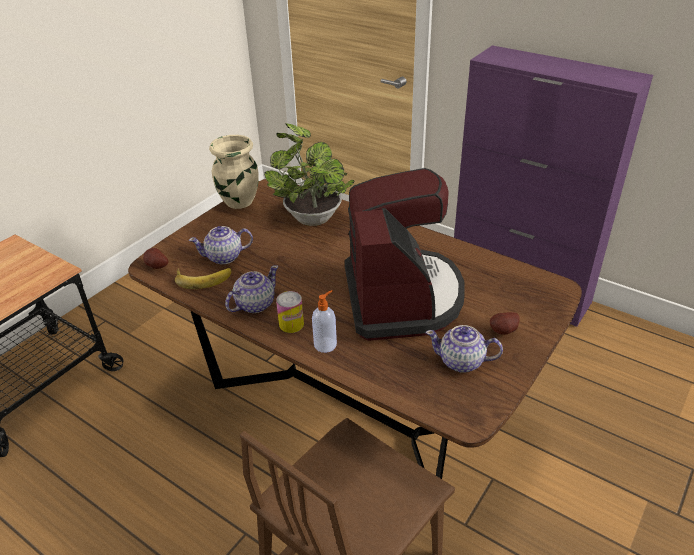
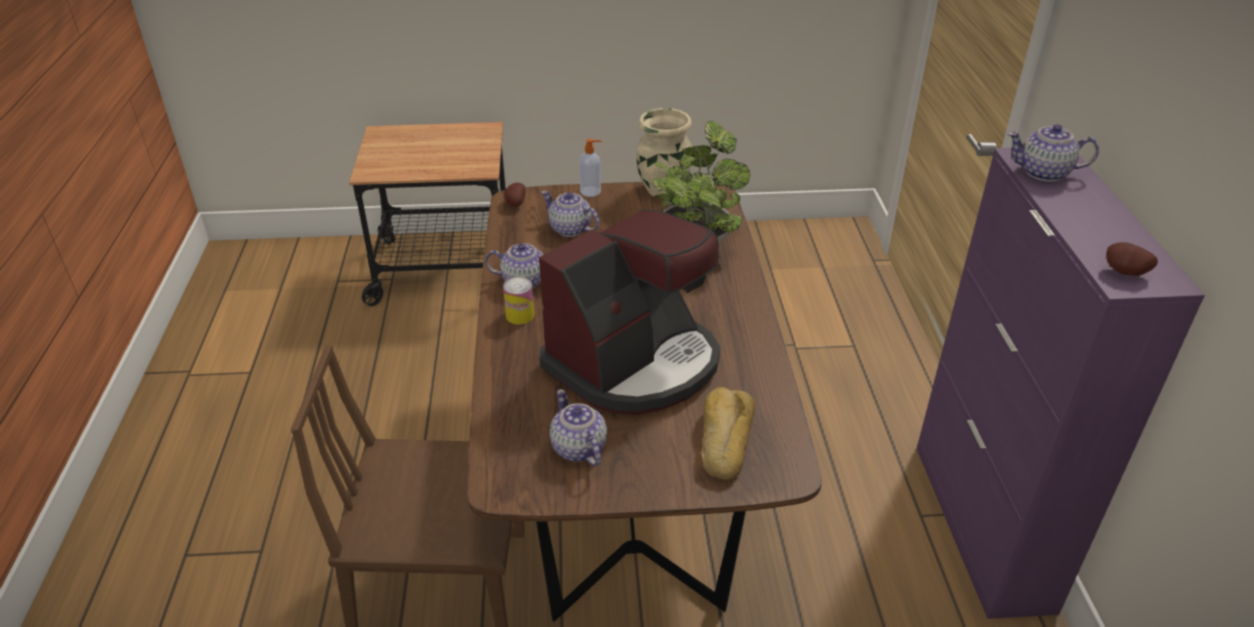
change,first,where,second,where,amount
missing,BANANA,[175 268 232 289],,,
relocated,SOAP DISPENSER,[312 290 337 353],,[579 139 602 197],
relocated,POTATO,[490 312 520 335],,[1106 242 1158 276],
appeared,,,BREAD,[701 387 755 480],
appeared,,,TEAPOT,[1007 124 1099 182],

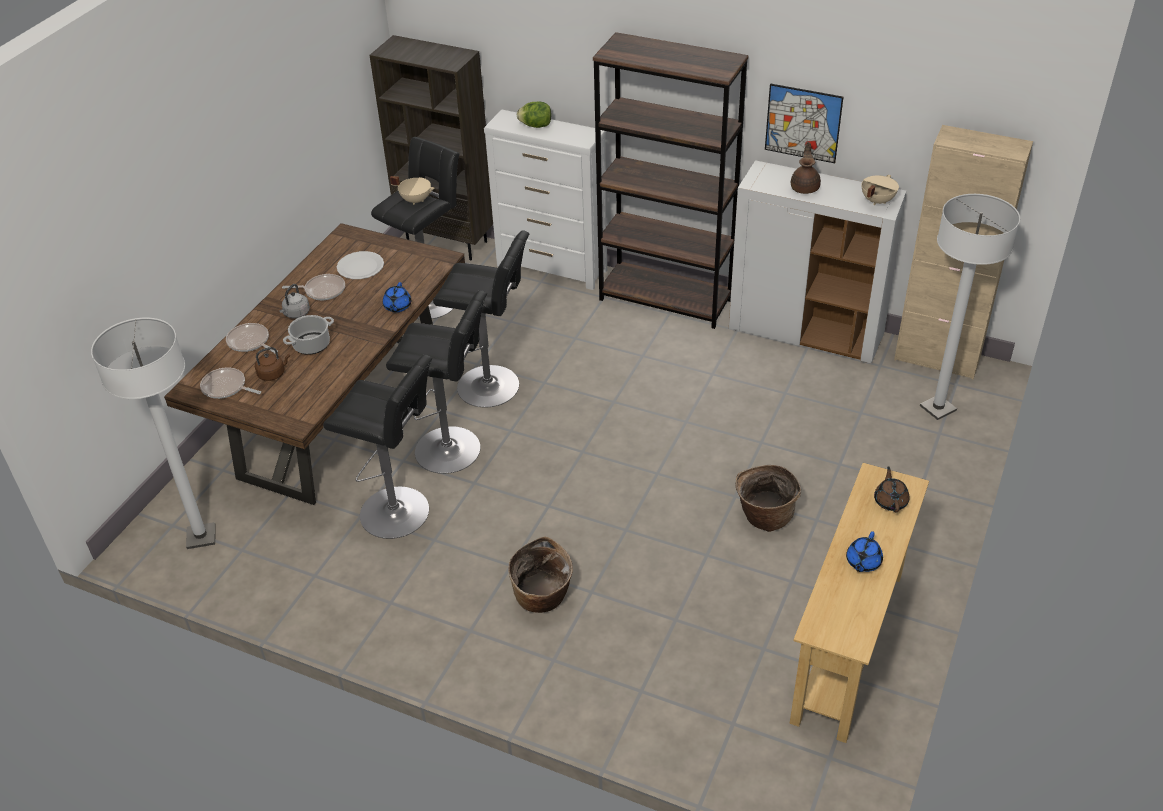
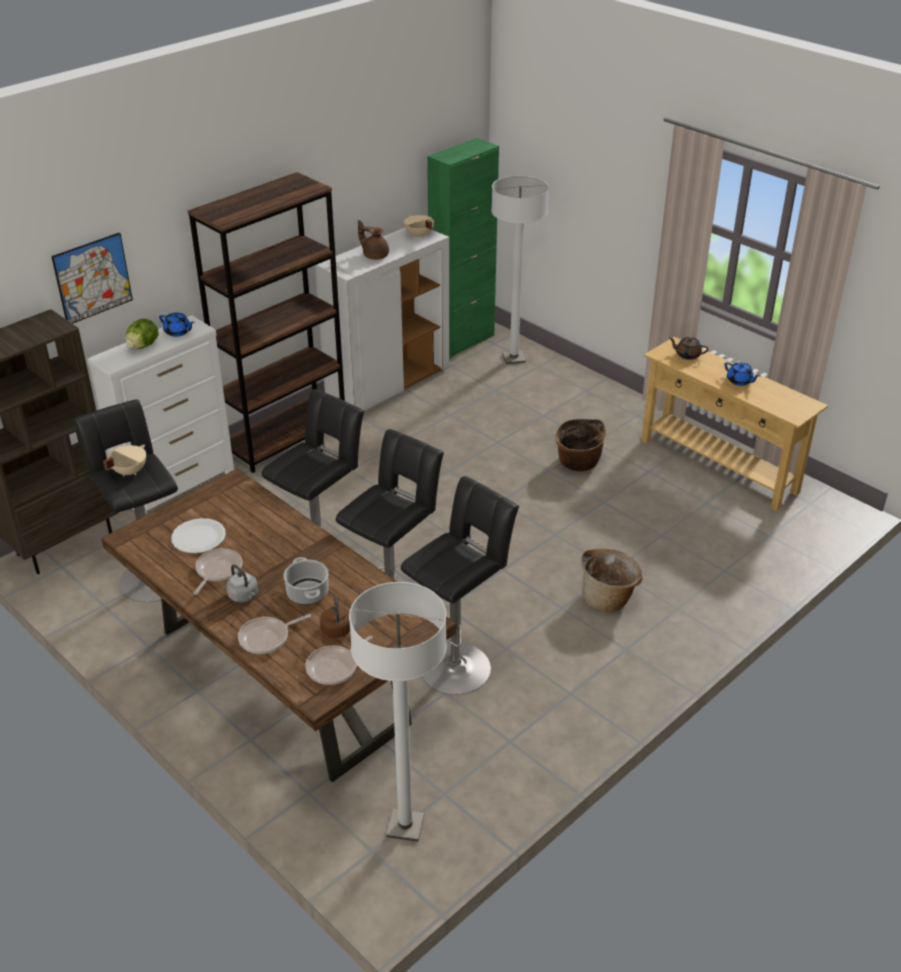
change,first,where,second,where,amount
relocated,BLUE TEAPOT,[383 282 411 312],,[159 312 195 337],
relocated,PICTURE,[765 83 843 163],,[51 232 133 324],
colour,BEIGE CABINET,[894 125 1033 379],GREEN CABINET,[427 138 499 359],

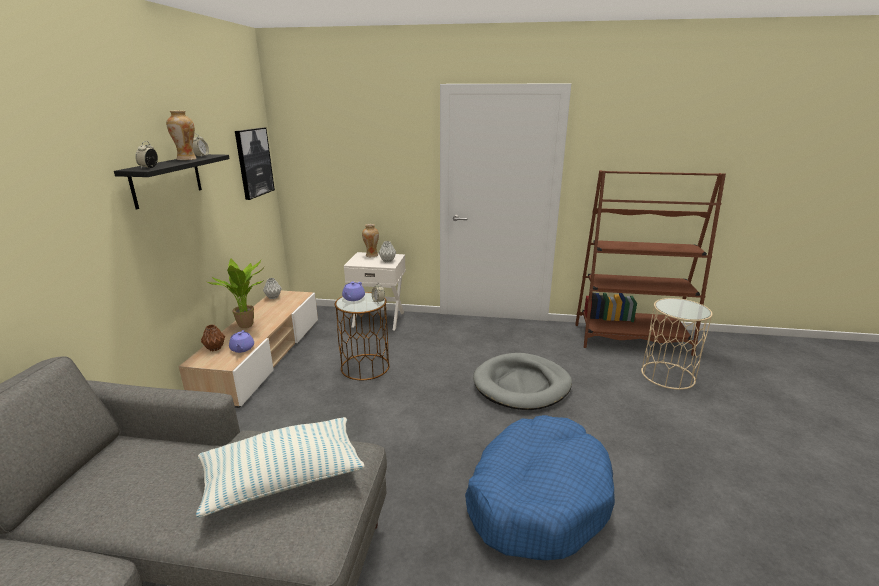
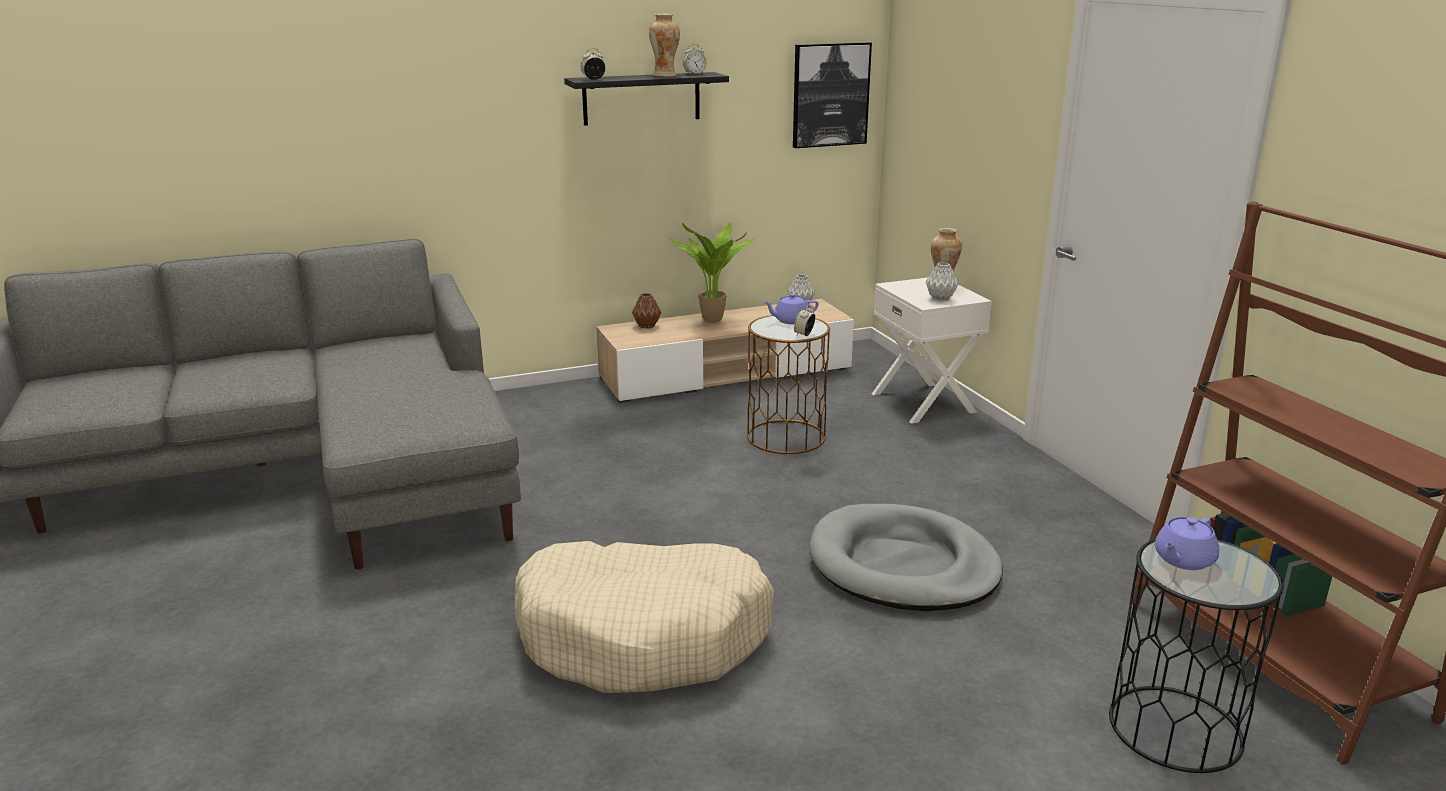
change,first,where,second,where,amount
missing,PILLOW,[196 417 364 518],,,
relocated,PURPLE TEAPOT,[229 330 254 353],,[1155 517 1219 570],
colour,BLUE DOG BED,[465 415 615 560],BEIGE DOG BED,[515 541 774 693],
colour,BEIGE SIDE TABLE,[641 298 713 390],BLACK SIDE TABLE,[1109 539 1283 773],

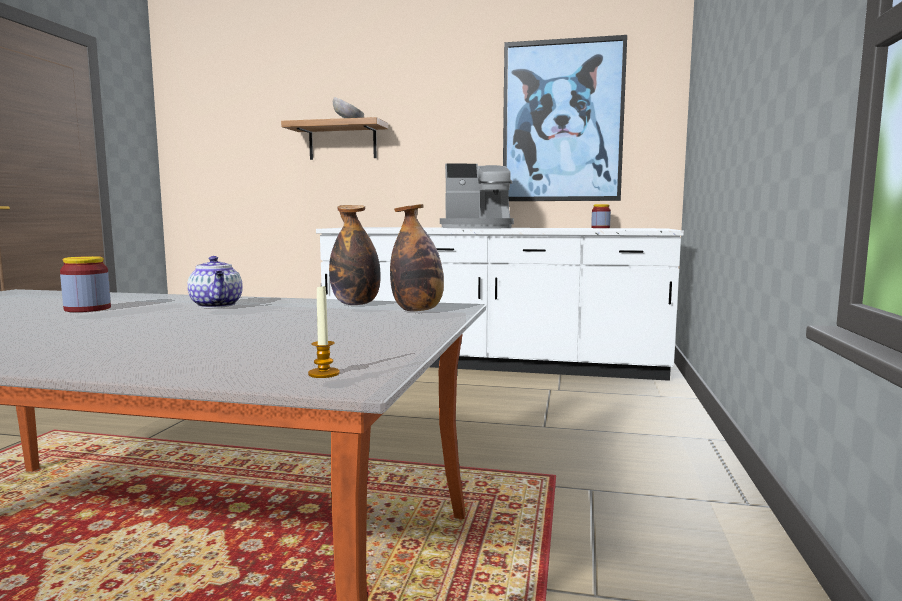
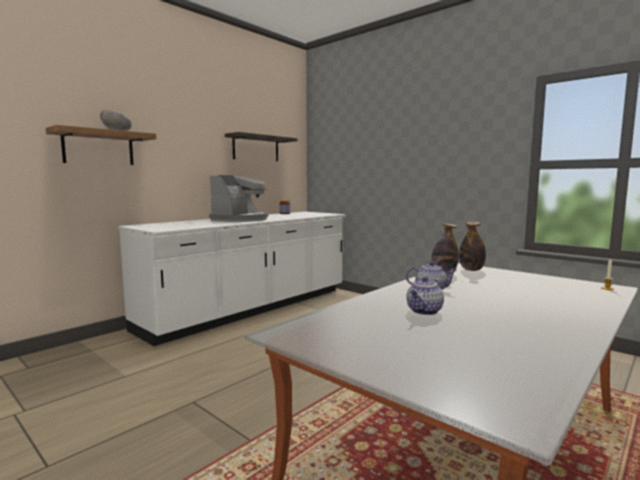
change,first,where,second,where,amount
exchanged,JAR,[60 256 111 312],TEAPOT,[407 277 444 315],
exchanged,PICTURE,[503 35 627 201],SHELF,[225 132 297 161],

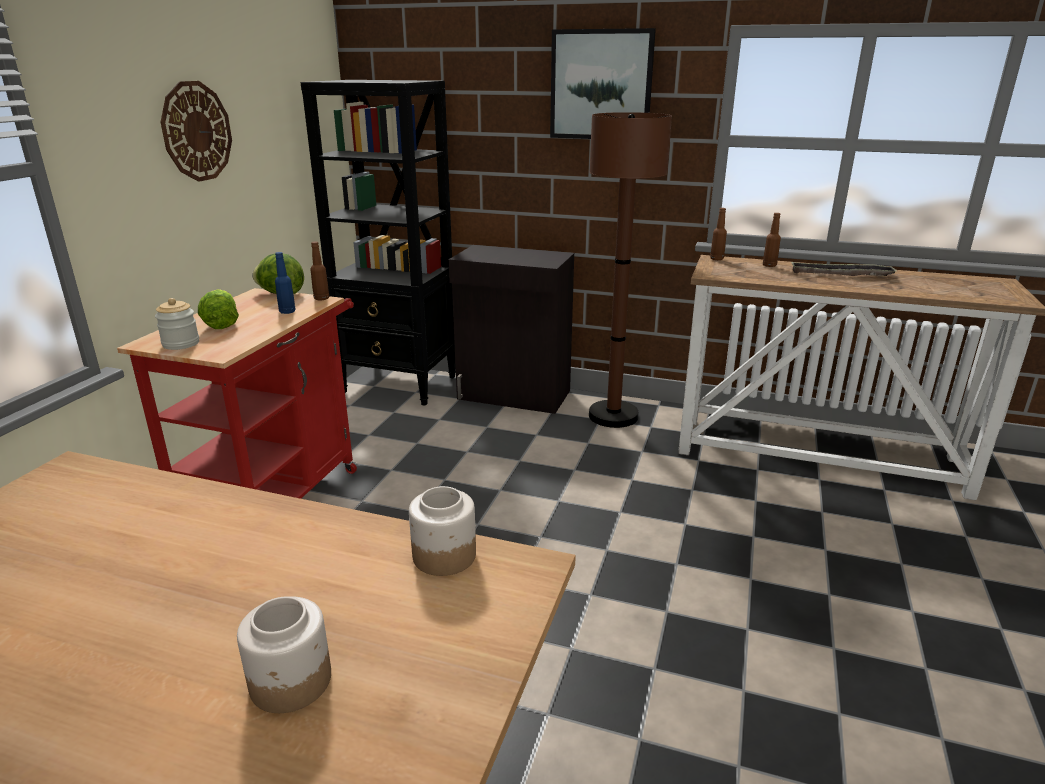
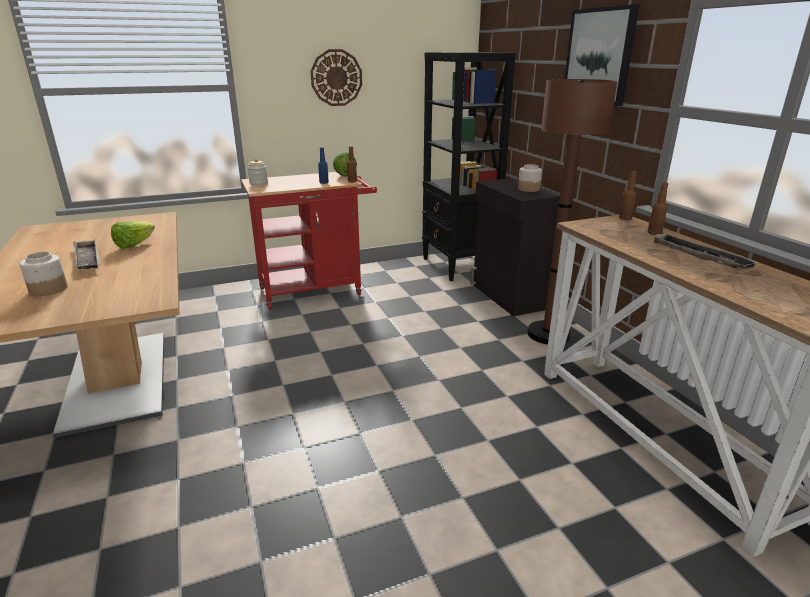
change,first,where,second,where,amount
relocated,LETTUCE,[198 289 239 329],,[111 221 155 249],
relocated,JAR,[409 486 476 576],,[518 164 542 192],
appeared,,,TRAY,[73 240 101 269],

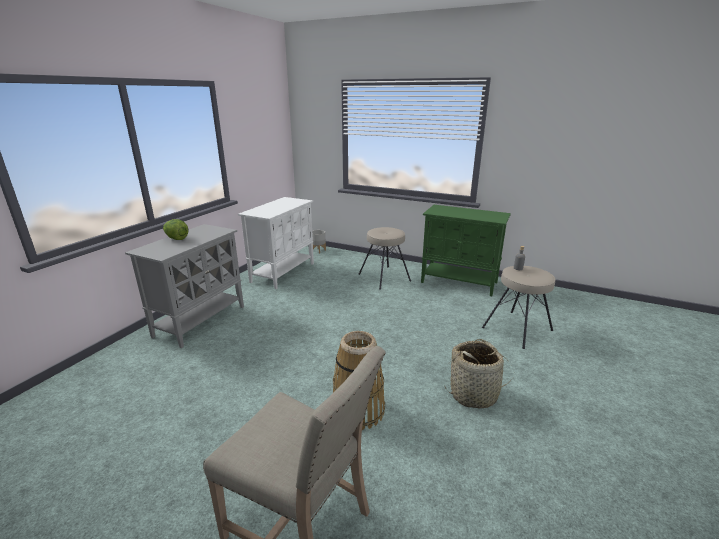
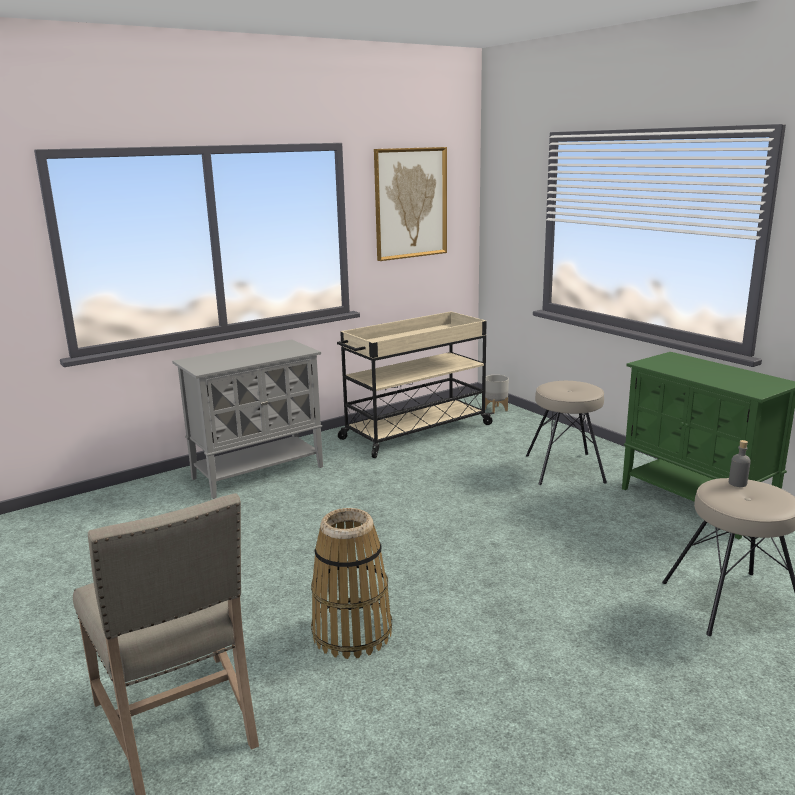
change,first,where,second,where,amount
missing,LETTUCE,[163 219 188 240],,,
exchanged,WHITE CABINET,[238 197 314 289],BEIGE CART,[337 312 494 458],
missing,BASKET,[444 339 513 409],,,
appeared,,,PICTURE,[374 147 447 261],

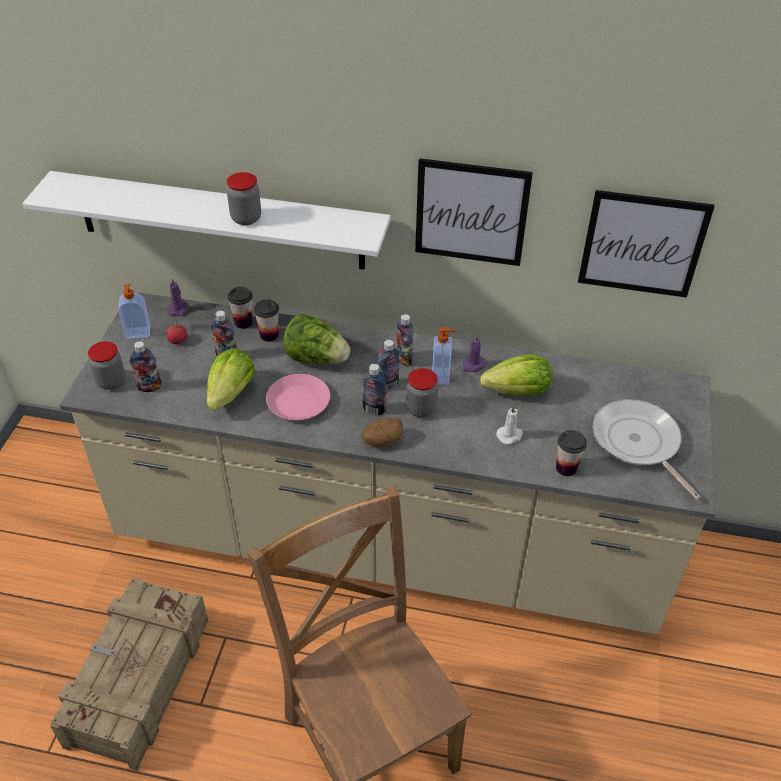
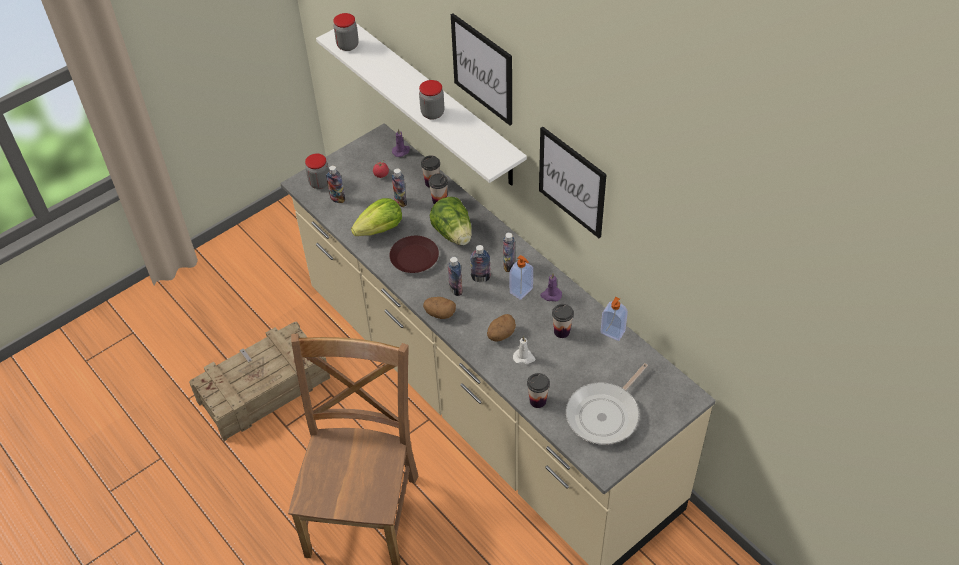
change,first,where,second,where,amount
relocated,SOAP DISPENSER,[118 284 151 339],,[601 297 628 341],
colour,PINK PLATE,[266 374 330 420],BROWN PLATE,[389 236 439 273],
relocated,JAR,[406 368 438 417],,[333 13 359 51],
exchanged,LETTUCE,[480 354 552 396],CUP,[552 304 574 338],
relocated,PICTURE,[578 190 714 298],,[451 13 512 126],
spun,FRYING PAN,[593 399 701 500],,[566 363 648 445],150 degrees counterclockwise
appeared,,,POTATO,[487 314 516 342],

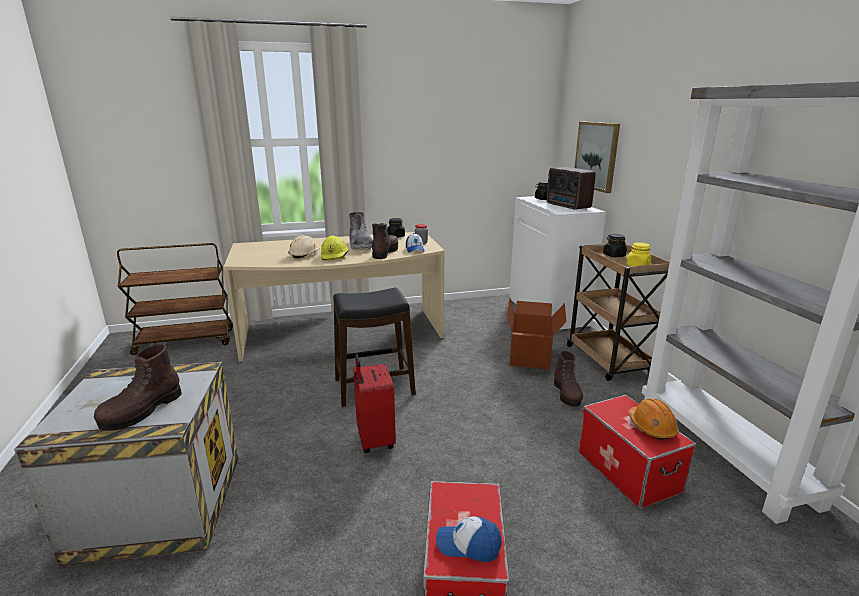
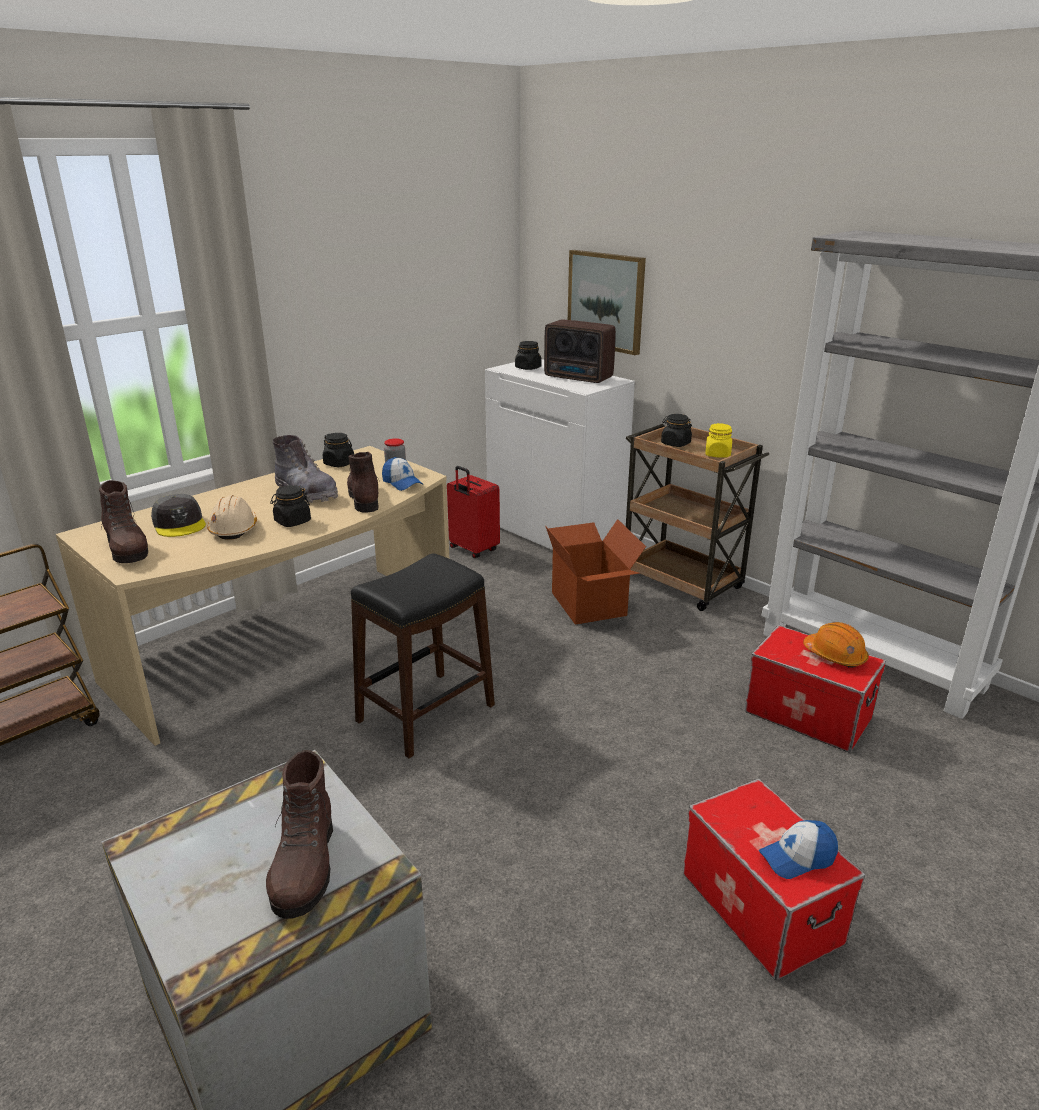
change,first,where,second,where,amount
exchanged,YELLOW HARD HAT,[321 236 348 261],BLACK JAR,[270 485 311 527],
relocated,RED SUITCASE,[353 354 396 453],,[447 466 500 558],
relocated,BROWN BOOT,[554 351 583 407],,[99 480 148 563],
appeared,,,GREY CAP,[151 494 206 537],

